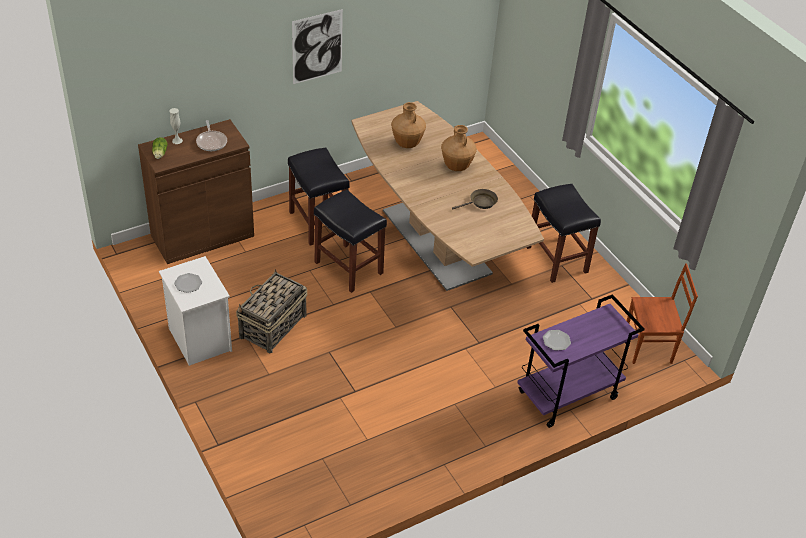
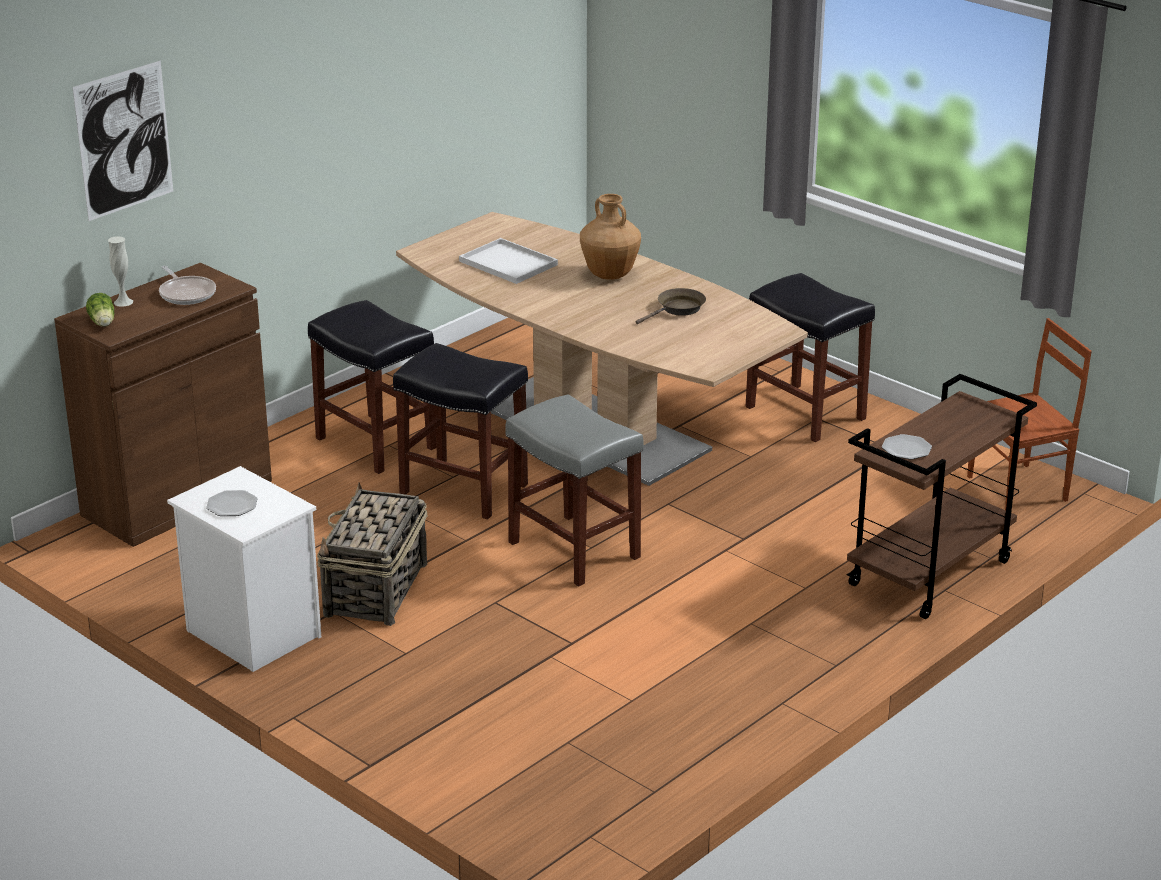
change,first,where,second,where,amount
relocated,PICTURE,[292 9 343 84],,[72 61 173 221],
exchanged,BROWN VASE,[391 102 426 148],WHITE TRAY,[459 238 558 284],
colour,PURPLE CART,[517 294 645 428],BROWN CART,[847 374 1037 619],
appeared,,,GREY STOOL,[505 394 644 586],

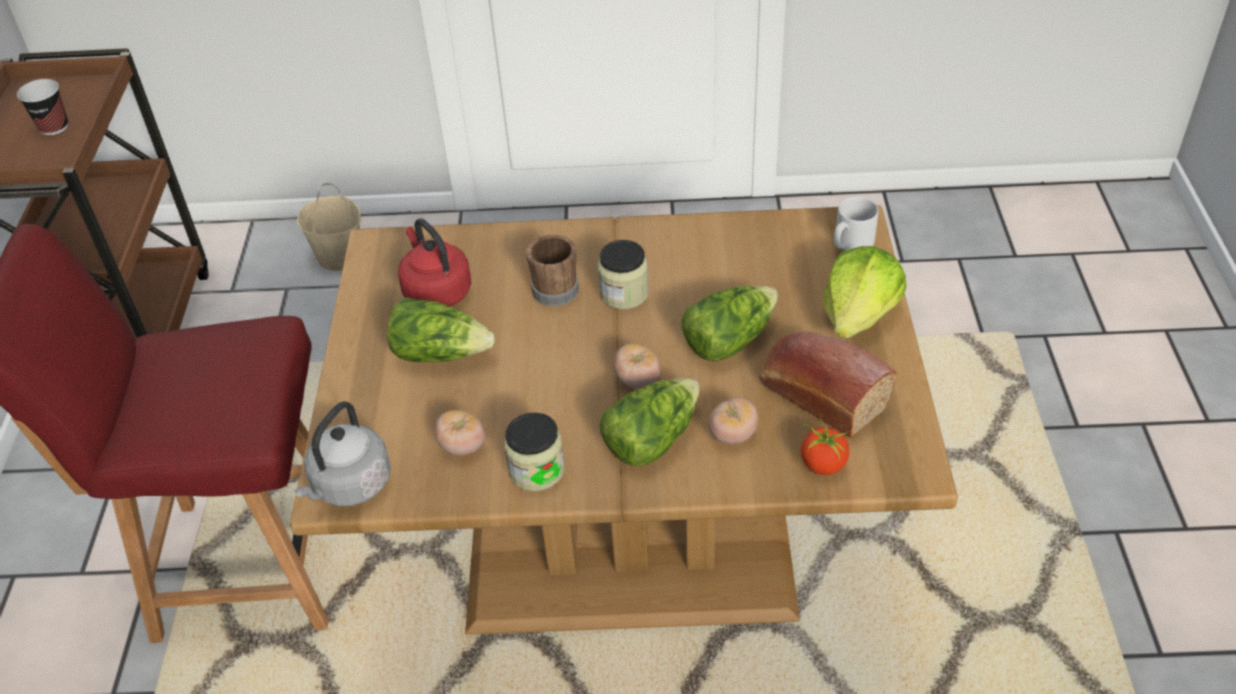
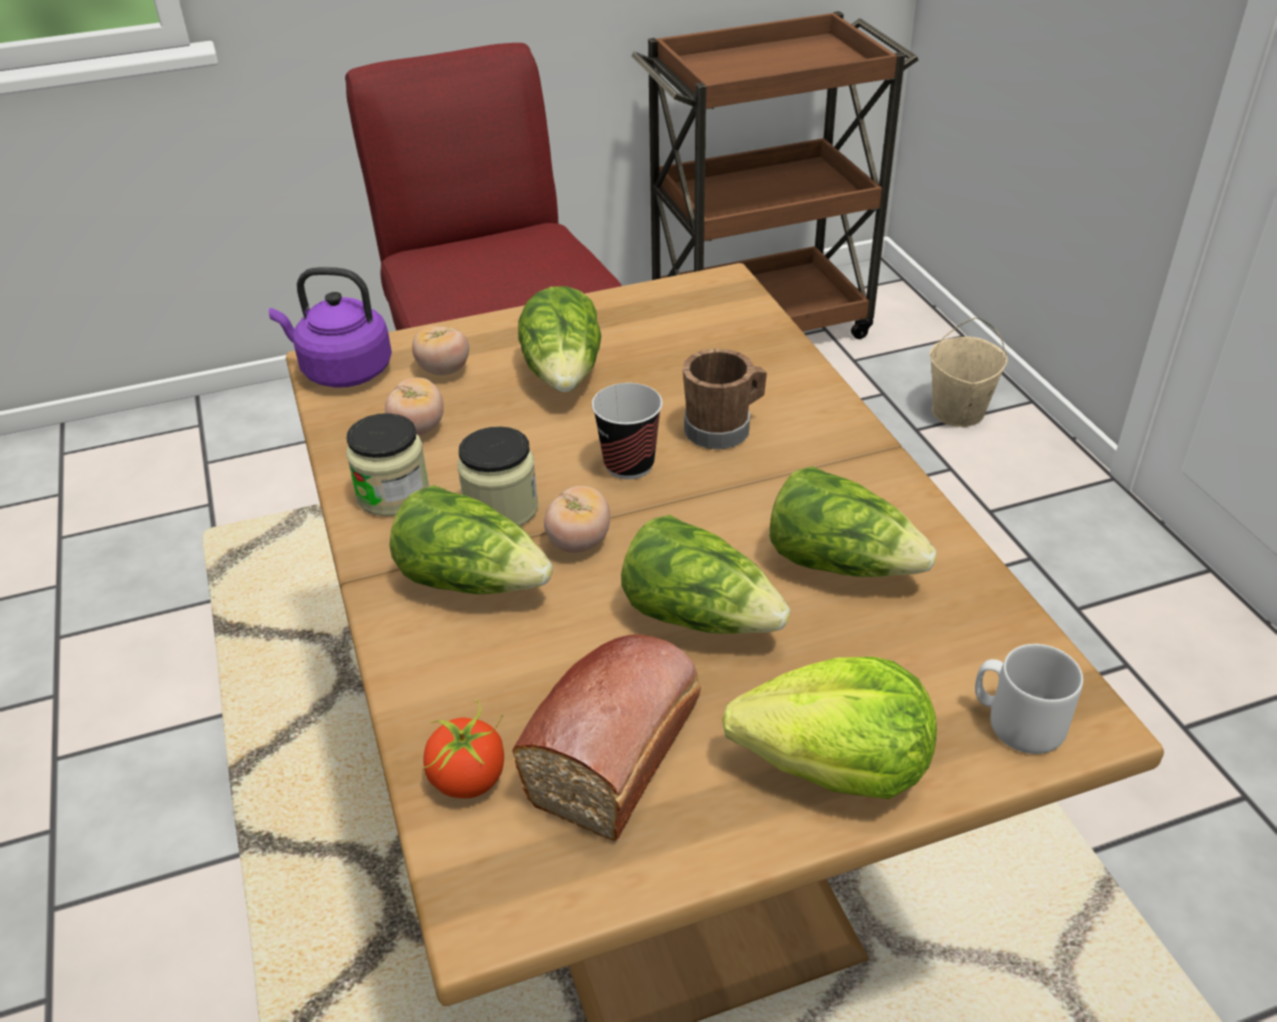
change,first,where,second,where,amount
relocated,CUP,[17 79 68 135],,[592 383 662 479],
colour,GREY KETTLE,[294 401 391 506],PURPLE KETTLE,[269 267 392 388],
missing,RED KETTLE,[398 218 471 307],,,
relocated,JAR,[598 240 649 310],,[458 426 538 526],
relocated,TOMATO,[708 398 758 444],,[412 326 469 375],
appeared,,,LETTUCE,[769 466 936 577],

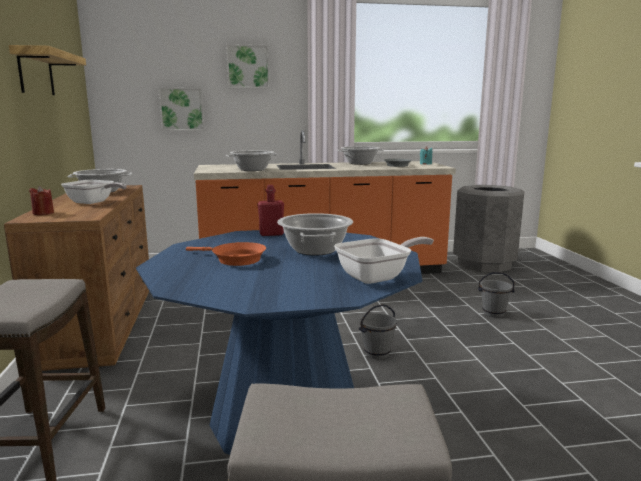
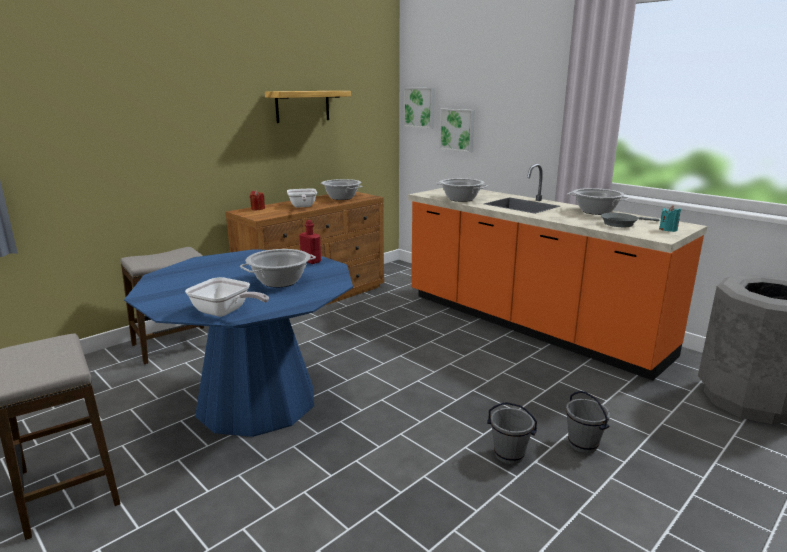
change,first,where,second,where,amount
missing,ORANGE FRYING PAN,[186 242 266 266],,,
relocated,PICTURE,[226 44 270 89],,[403 88 435 129],
relocated,GREY BUCKET,[359 304 397 359],,[487 402 537 464],

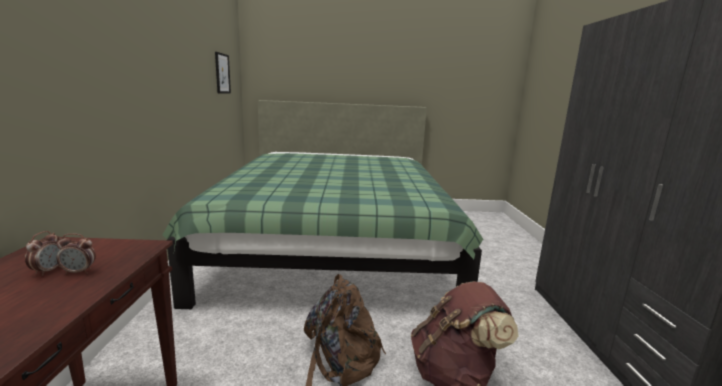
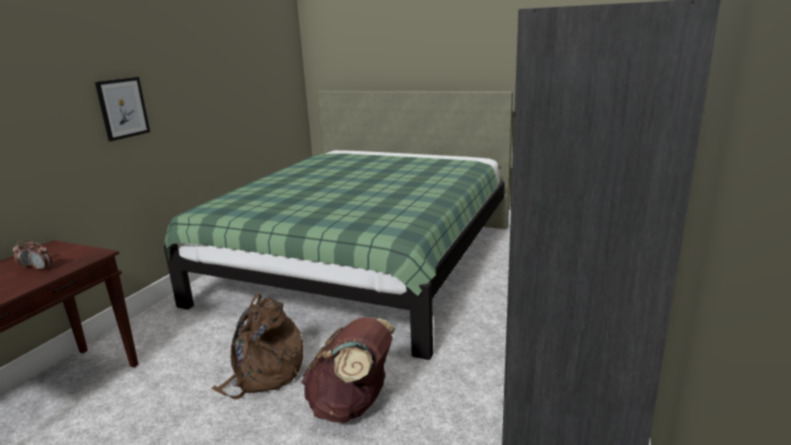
change,first,where,second,where,amount
relocated,PICTURE,[215 52 231 93],,[95 77 150 141],

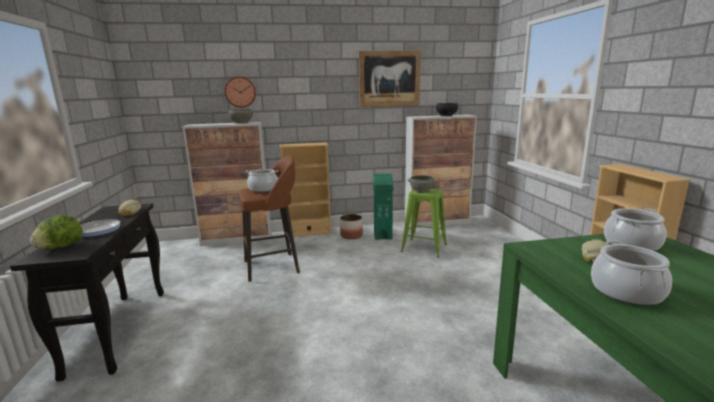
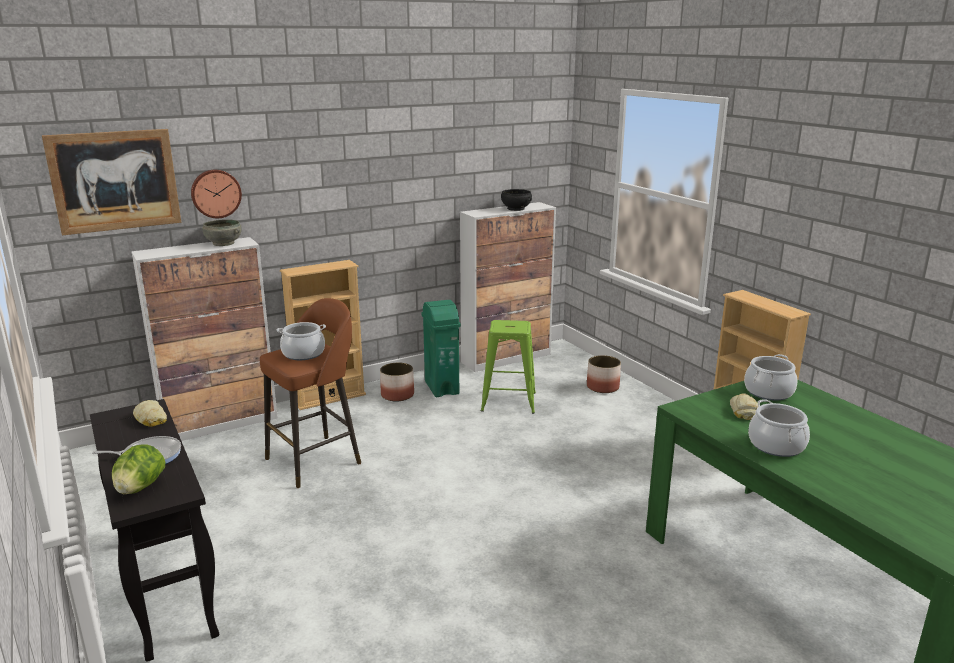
change,first,where,second,where,amount
relocated,PICTURE,[359 51 421 107],,[42 129 181 235],
missing,GREY BOWL,[408 175 437 193],,,
appeared,,,PLANTER,[587 355 621 393],

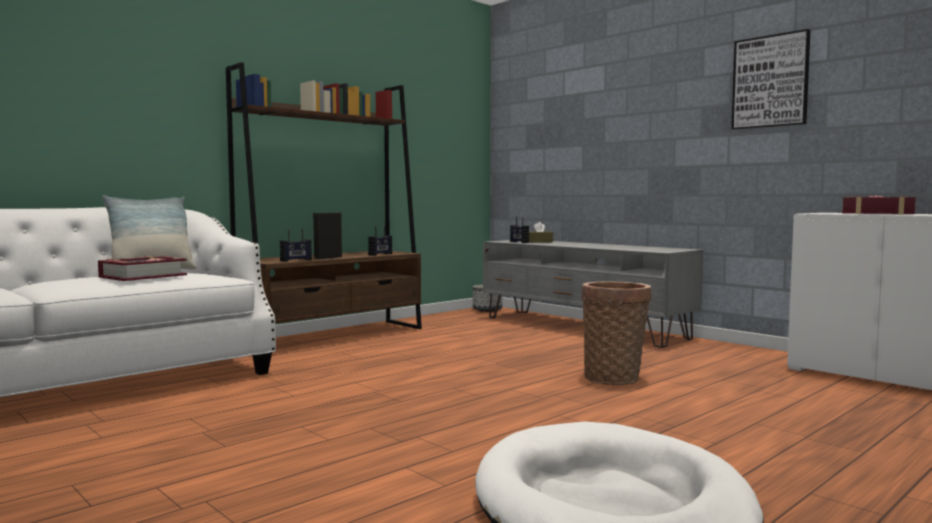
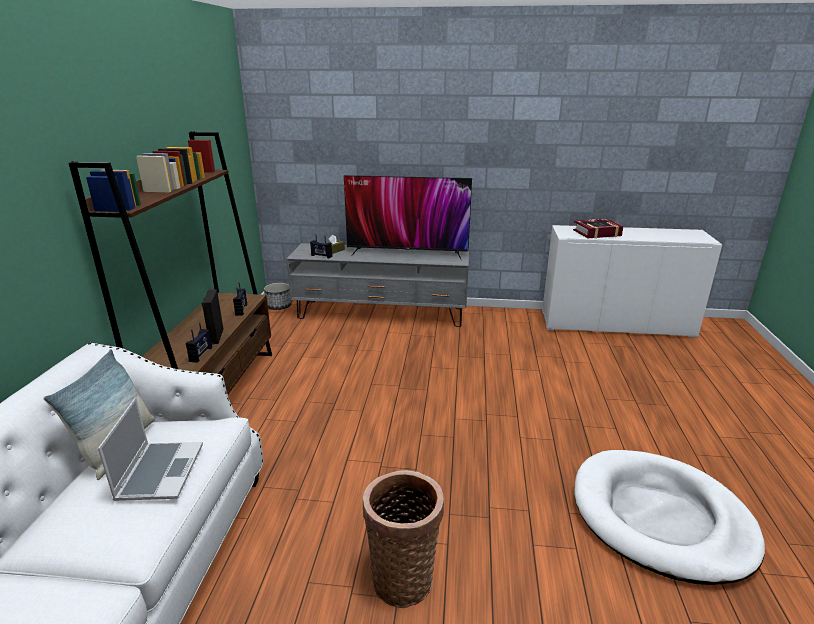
change,first,where,second,where,amount
exchanged,BOOK,[98 256 187 281],LAPTOP,[98 398 203 501],
relocated,BASKET,[581 281 651 385],,[363 470 444 608],
missing,PICTURE,[731 29 810 130],,,
appeared,,,TELEVISION,[344 175 472 261],

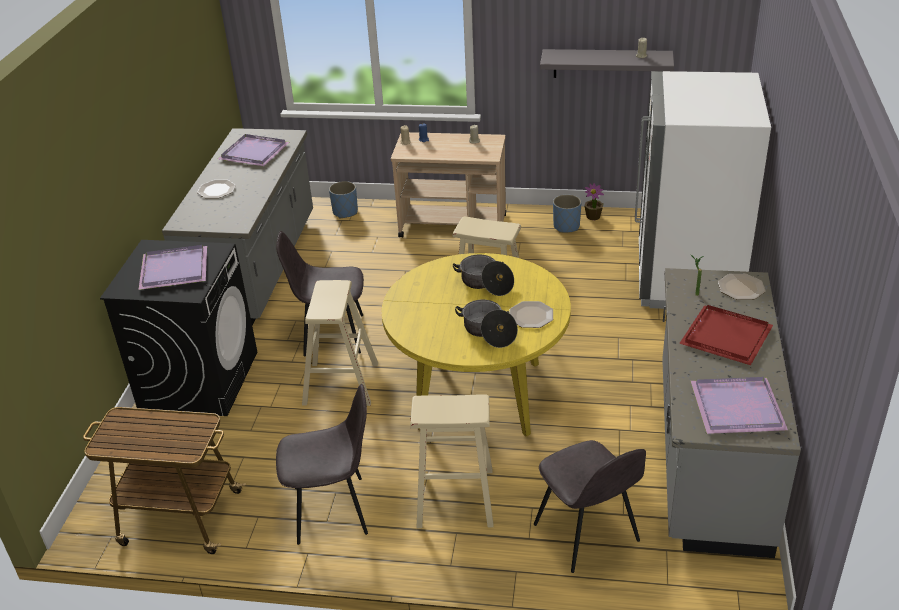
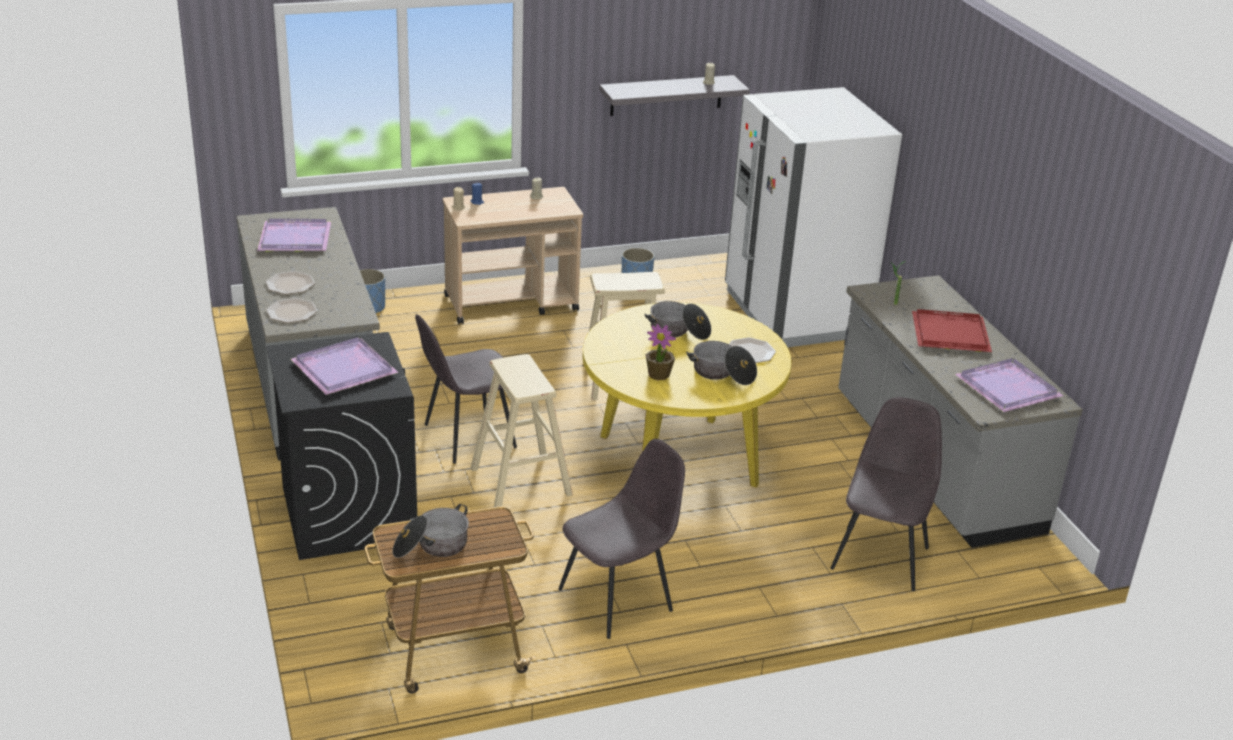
change,first,where,second,where,amount
missing,BEIGE STOOL,[410 394 493 528],,,
spun,GREY CHAIR,[534 440 646 573],,[831 397 942 591],105 degrees counterclockwise
relocated,POTTED PLANT,[584 183 604 220],,[646 324 676 380],
relocated,PLATE,[718 274 766 300],,[266 298 317 323],
appeared,,,COOKING POT,[392 504 469 558],

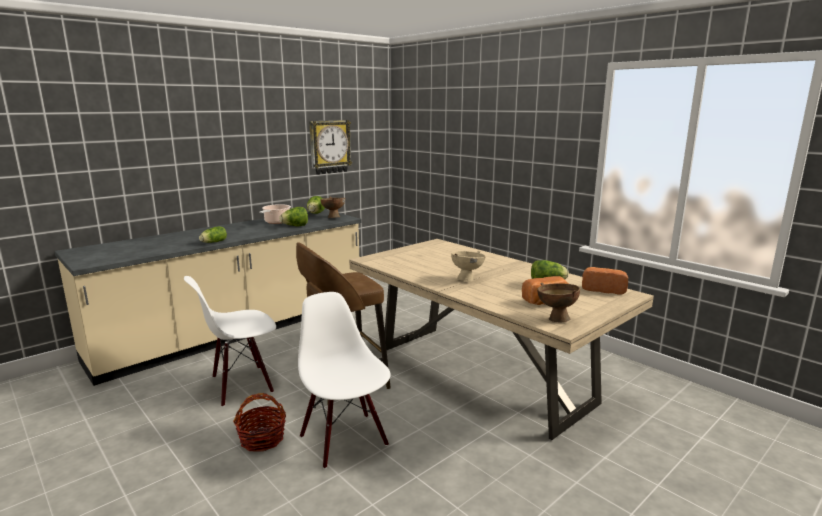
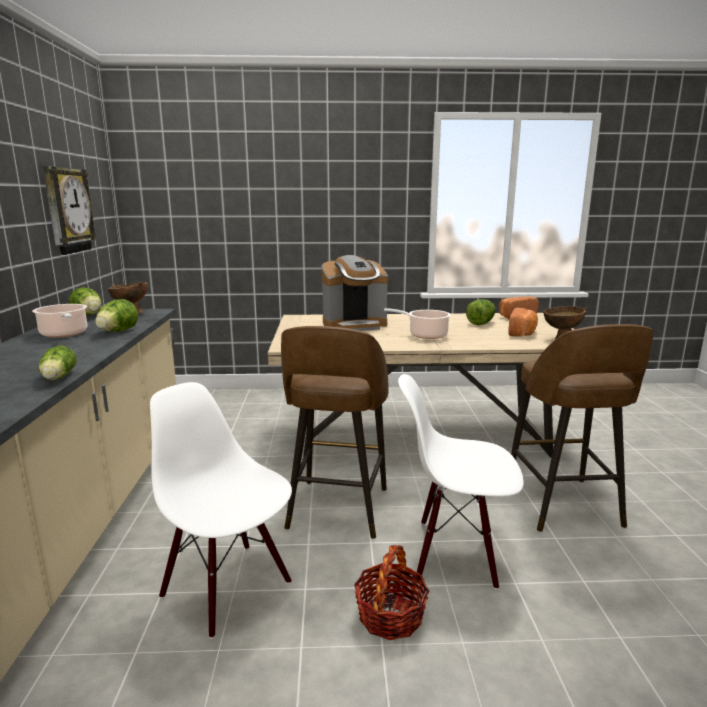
change,first,where,second,where,amount
spun,WHITE CHAIR,[184 276 276 407],,[150 382 292 639],120 degrees clockwise
exchanged,BEIGE BOWL,[451 251 486 281],COOKING POT,[384 308 451 339],
appeared,,,COFFEE MACHINE,[322 255 388 331],
appeared,,,BROWN STOOL,[511 324 654 532],

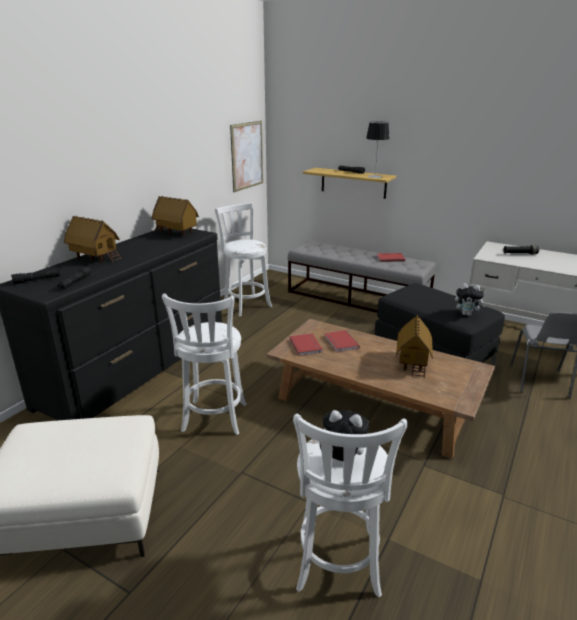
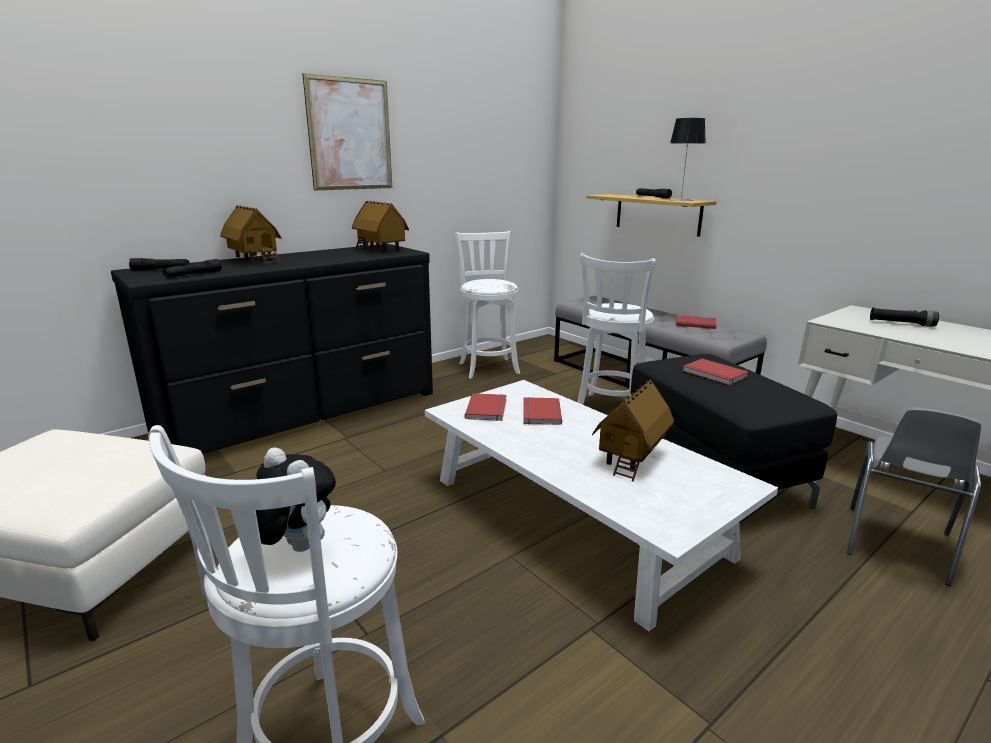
change,first,where,second,where,amount
relocated,WHITE STOOL,[162 293 247 435],,[577 253 656 405],
relocated,PICTURE,[230 121 263 192],,[303 73 392 190],
colour,BROWN COFFEE TABLE,[267 319 495 459],WHITE COFFEE TABLE,[425 380 778 631],
missing,PLUSH TOY,[455 284 486 316],,,
appeared,,,RED BOOK,[682 359 749 385],

